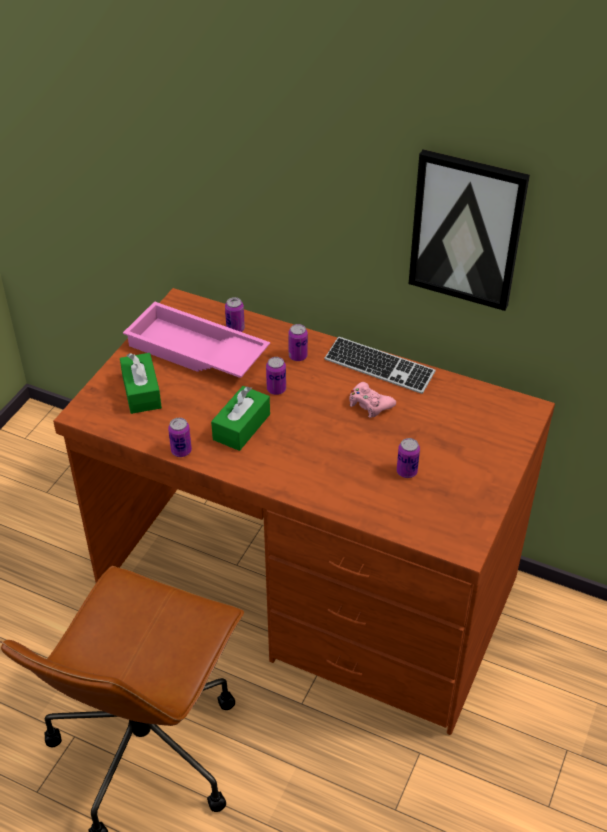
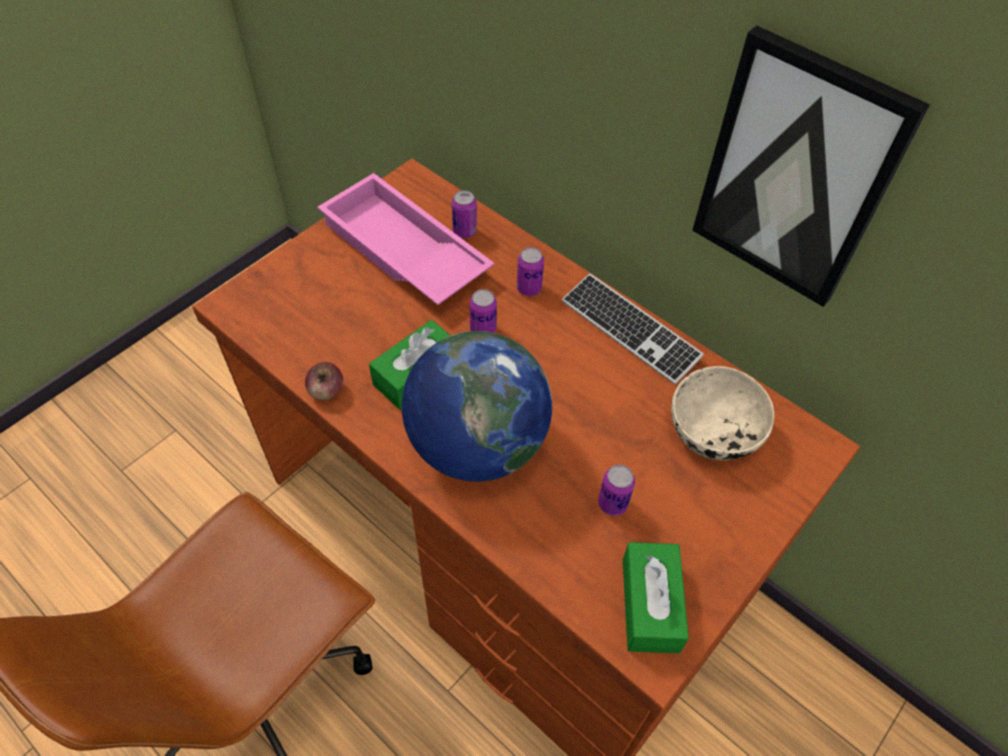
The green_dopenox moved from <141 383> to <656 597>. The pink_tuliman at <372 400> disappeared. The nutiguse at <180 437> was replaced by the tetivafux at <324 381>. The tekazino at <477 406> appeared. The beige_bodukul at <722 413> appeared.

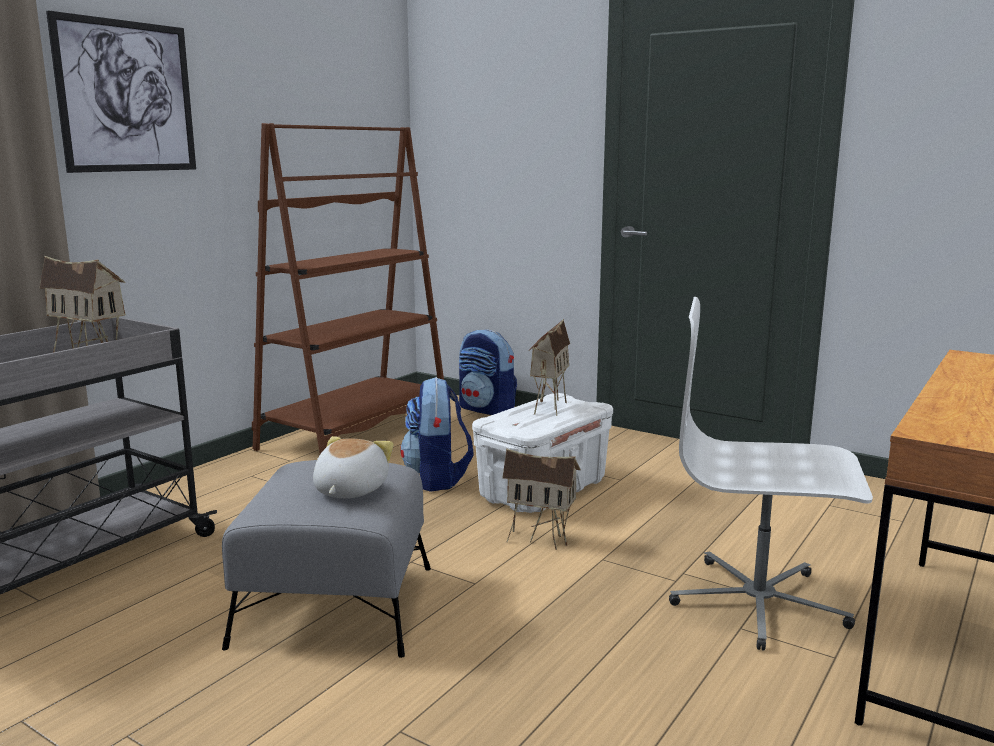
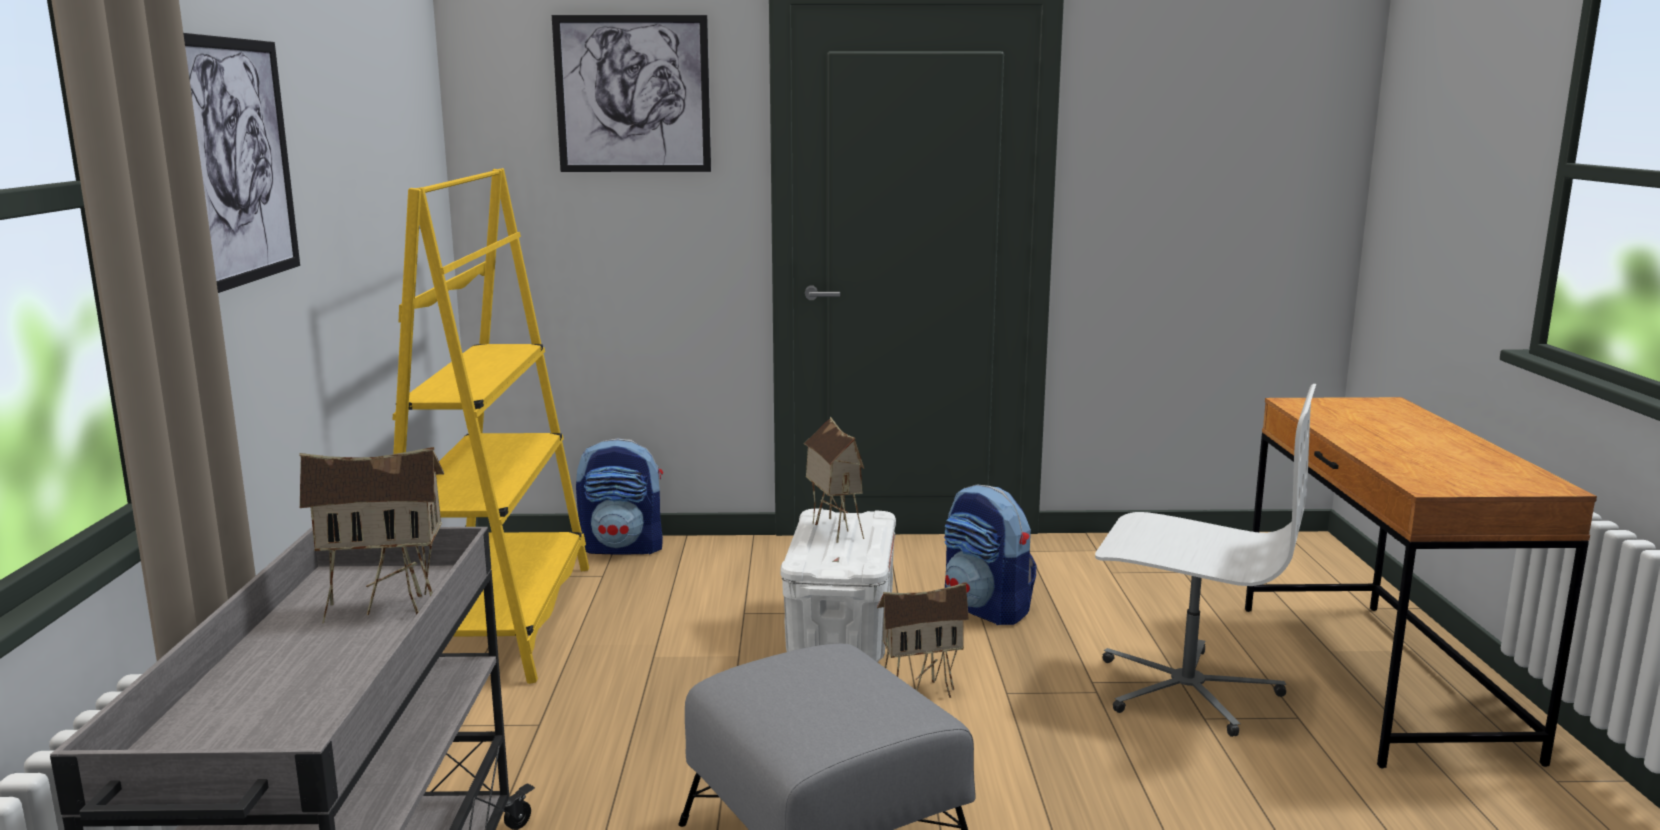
The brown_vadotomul at <348 288> became the yellow_vadotomul at <491 426>. The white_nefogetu at <771 473> turned 135 degrees counterclockwise. The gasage moved from <437 434> to <990 555>. The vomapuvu at <353 467> disappeared. The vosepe at <631 93> appeared.

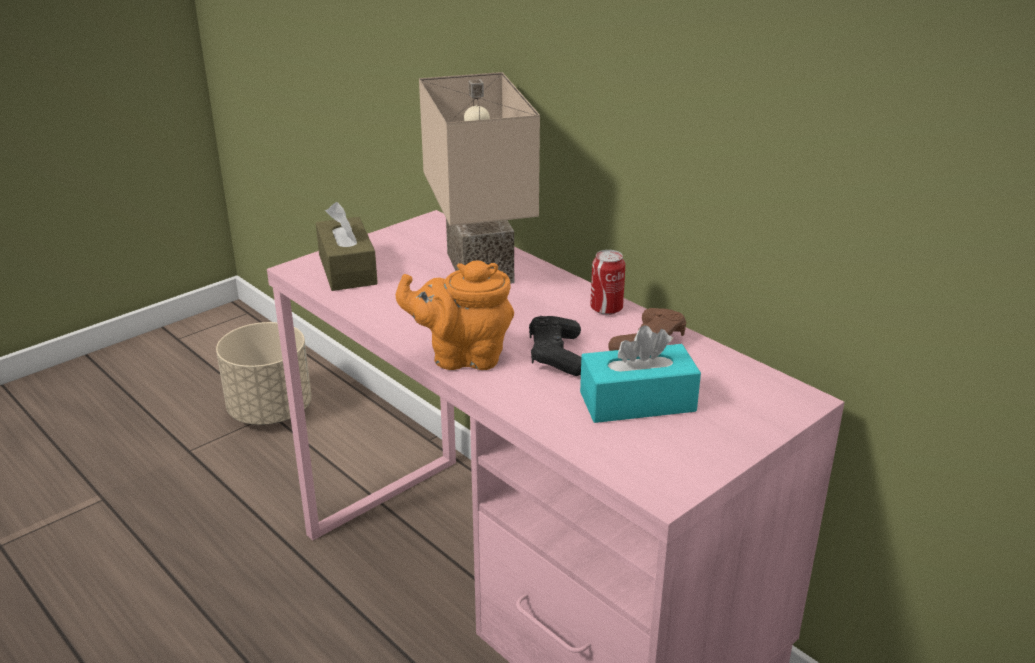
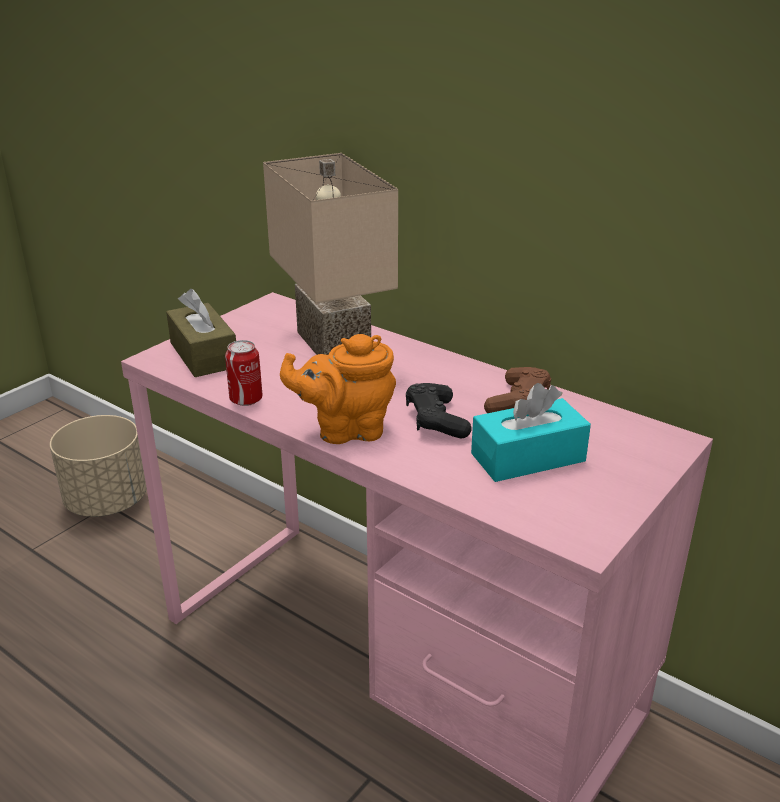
The nutiguse moved from <607 282> to <244 373>.

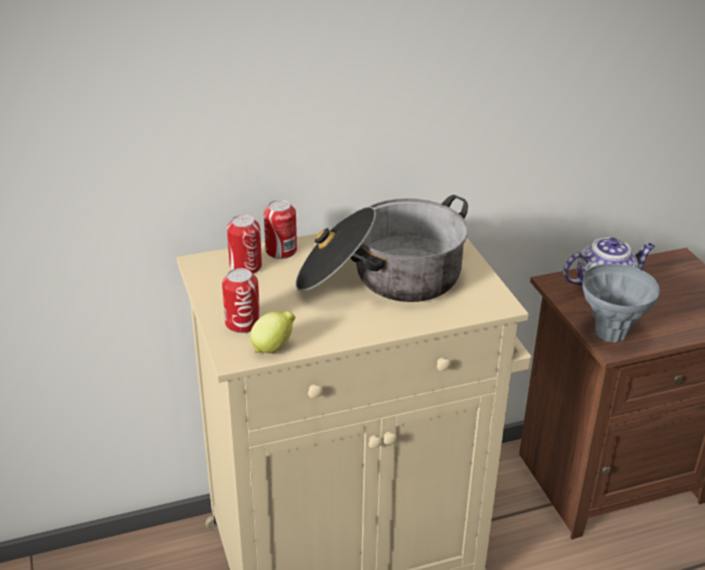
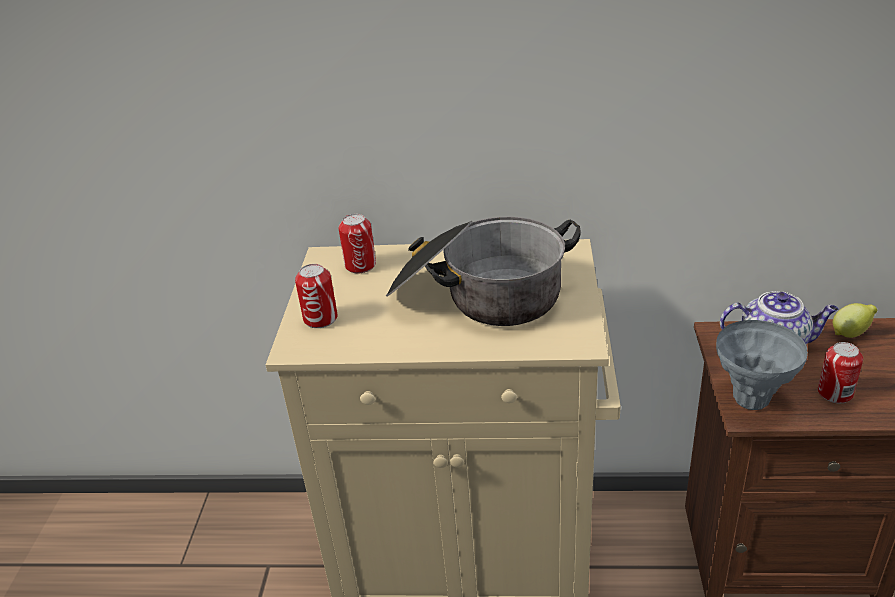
The nutiguse moved from <280 229> to <840 372>. The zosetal moved from <272 332> to <855 320>.

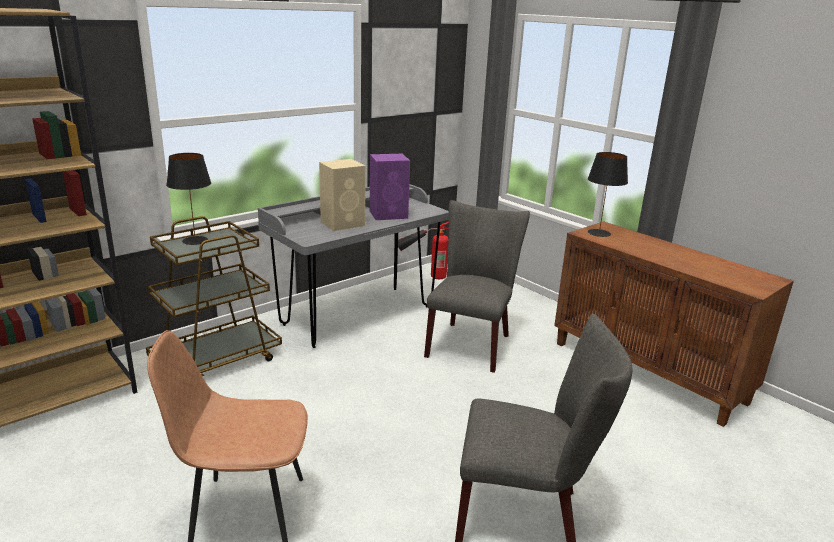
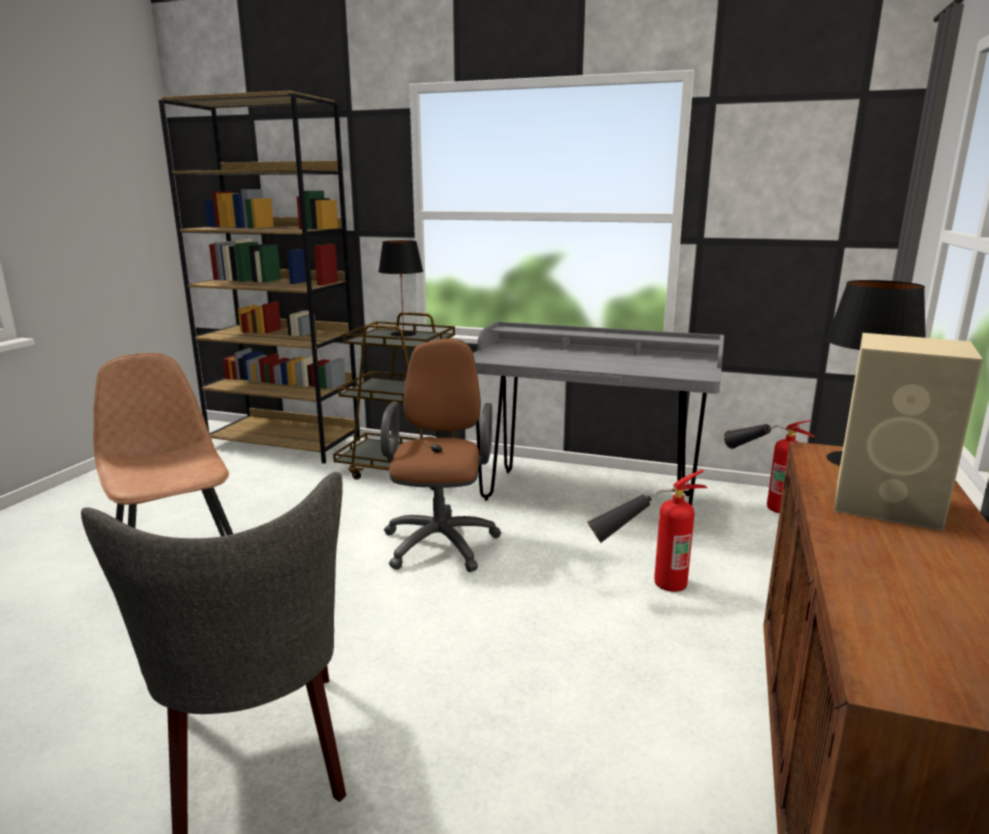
The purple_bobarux at <390 187> disappeared. The beige_bobarux moved from <342 195> to <908 432>. The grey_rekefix at <477 286> was replaced by the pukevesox at <647 530>. The brown_nefogetu at <440 455> appeared.

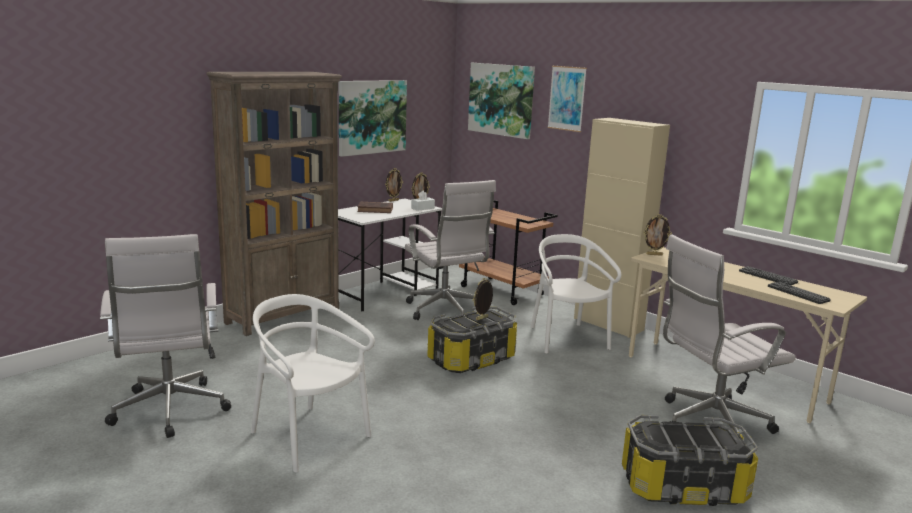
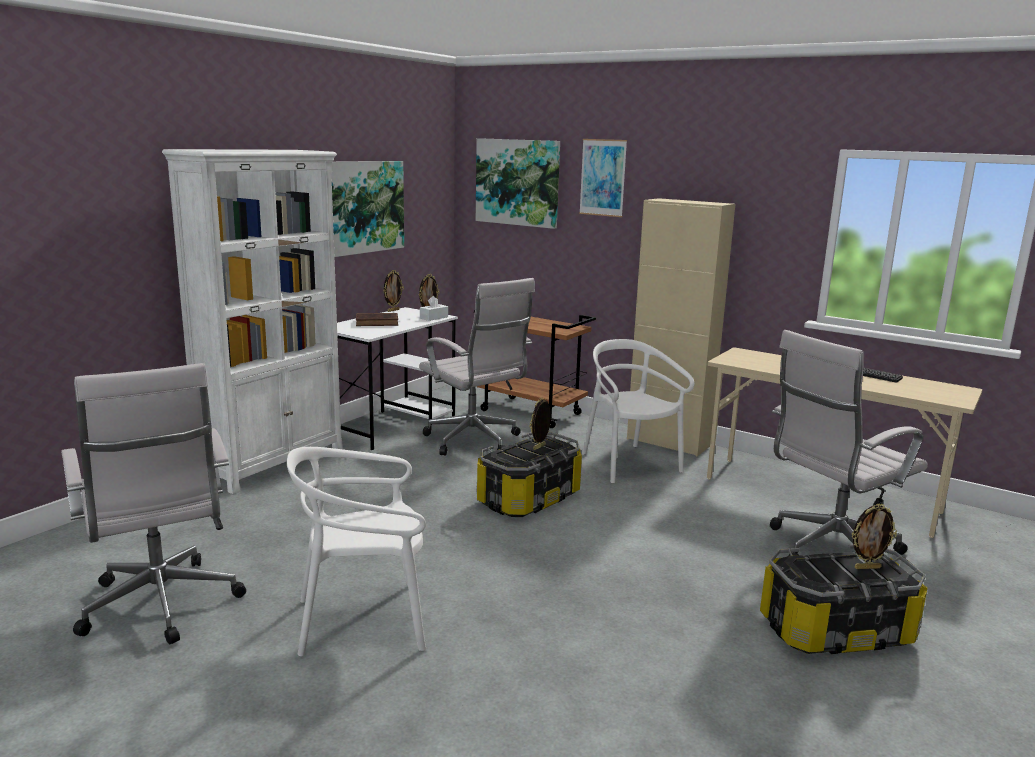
The brown_vadotomul at <274 204> became the white_vadotomul at <252 321>. The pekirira moved from <657 235> to <874 536>. The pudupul at <799 292> disappeared. The white_rekefix at <313 383> turned 45 degrees counterclockwise.

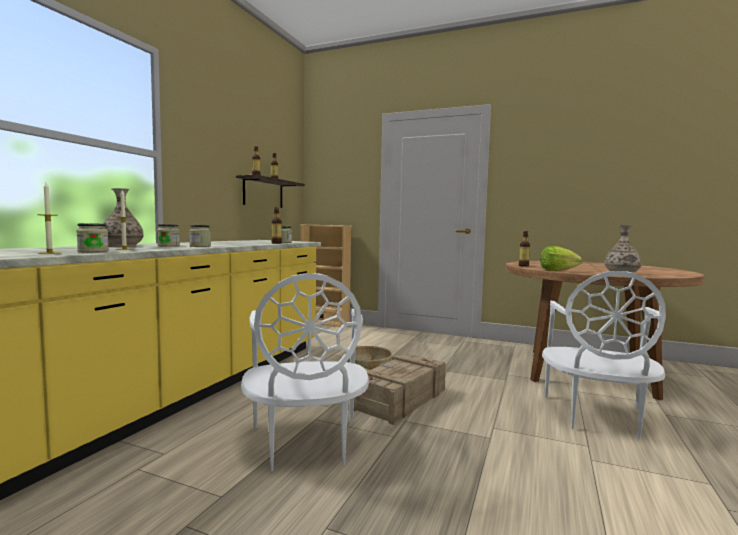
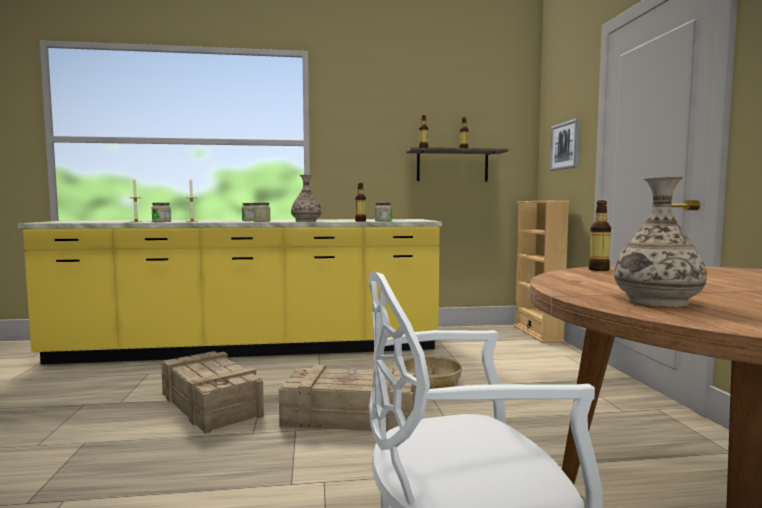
The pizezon moved from <123 217> to <306 198>. The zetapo at <561 258> disappeared. The white_rekefix at <305 372> was replaced by the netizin at <212 392>. The vosepe at <565 144> appeared.

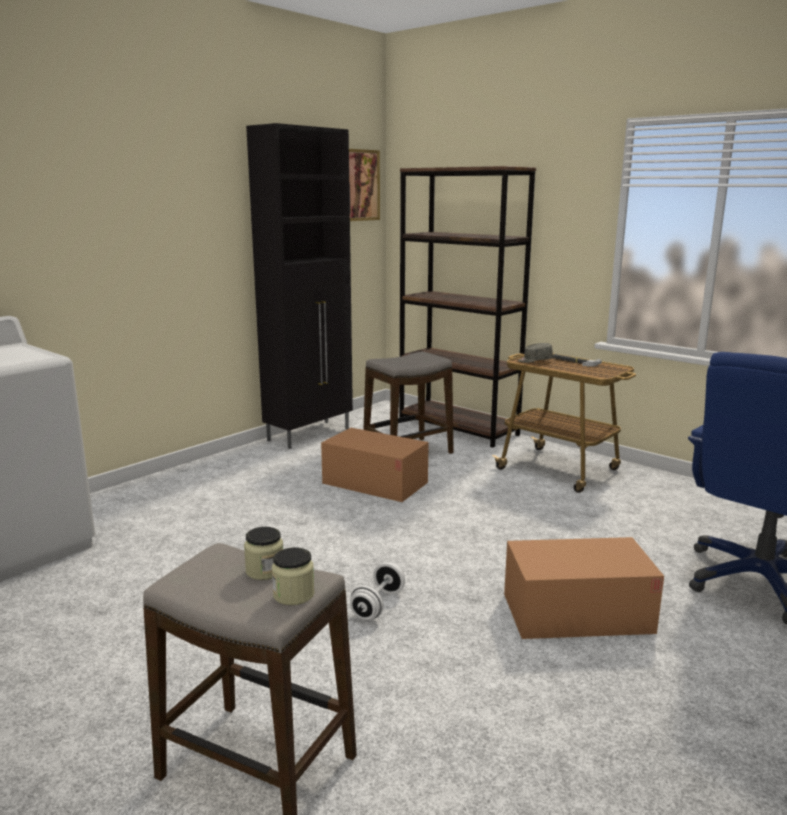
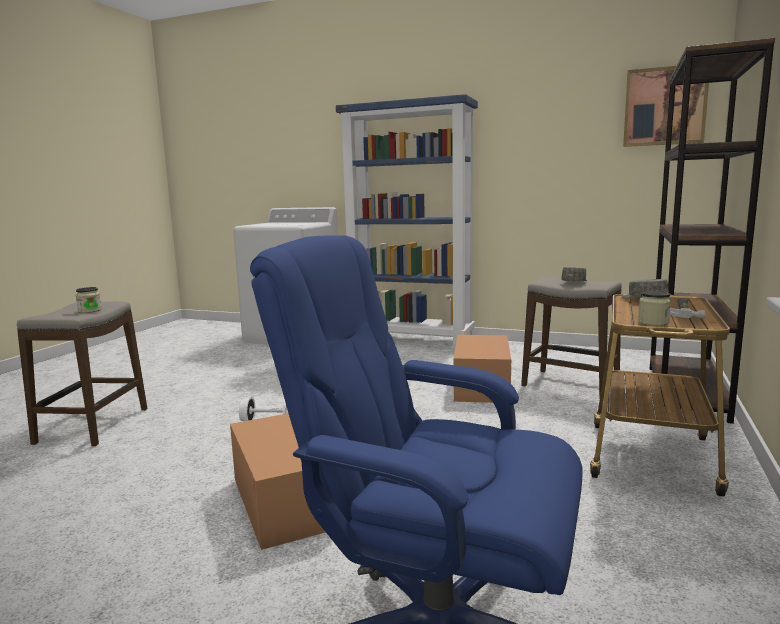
The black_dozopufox at <299 286> disappeared. The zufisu moved from <293 576> to <654 308>. The blue_vadotomul at <407 221> appeared. The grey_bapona at <574 274> appeared.

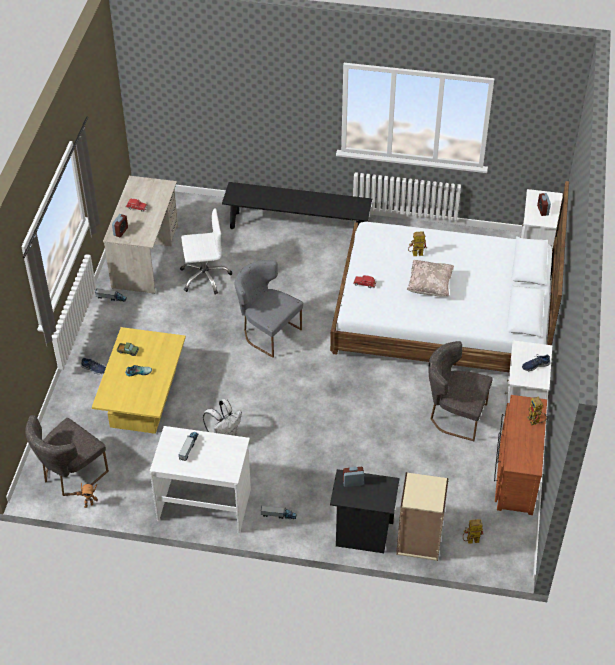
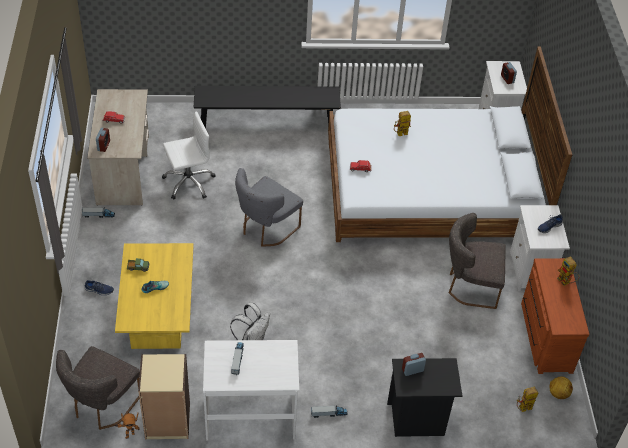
The grey_rekefix at <269 309> turned 75 degrees counterclockwise. The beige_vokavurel at <430 278> disappeared. The beige_vadotomul moved from <422 516> to <164 396>. The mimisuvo at <561 387> appeared.

